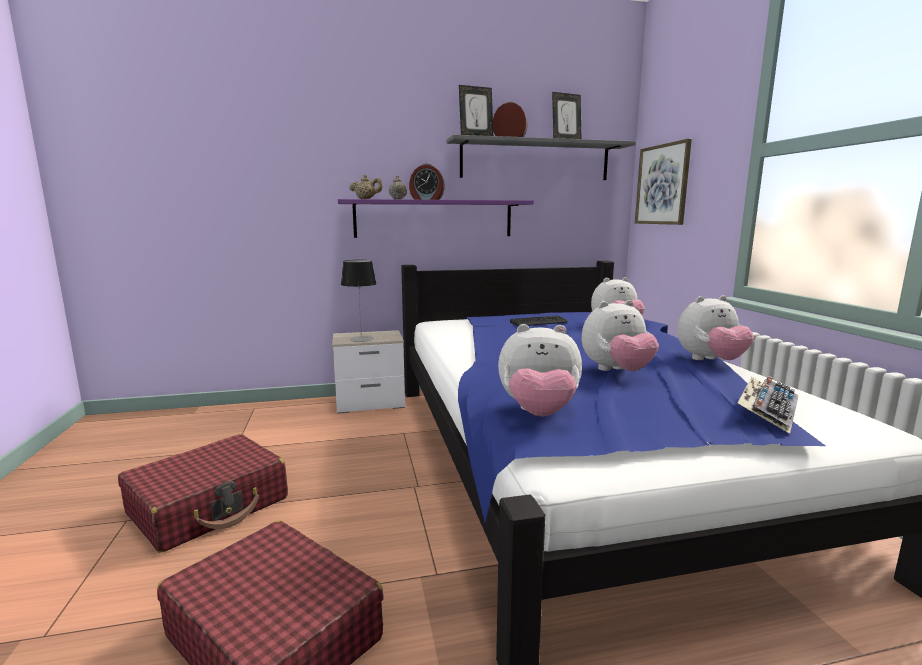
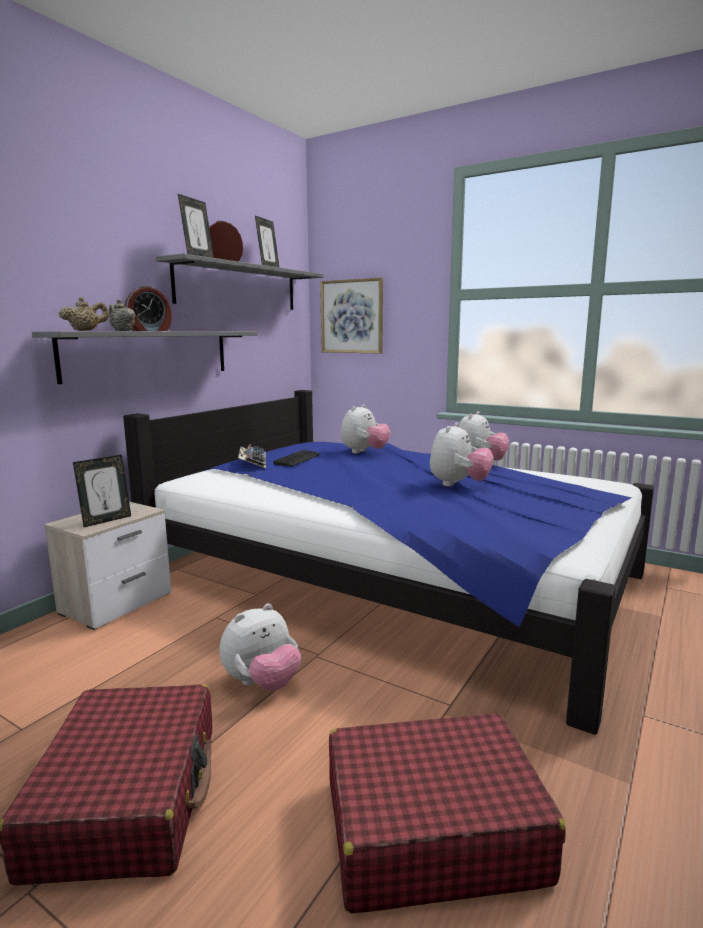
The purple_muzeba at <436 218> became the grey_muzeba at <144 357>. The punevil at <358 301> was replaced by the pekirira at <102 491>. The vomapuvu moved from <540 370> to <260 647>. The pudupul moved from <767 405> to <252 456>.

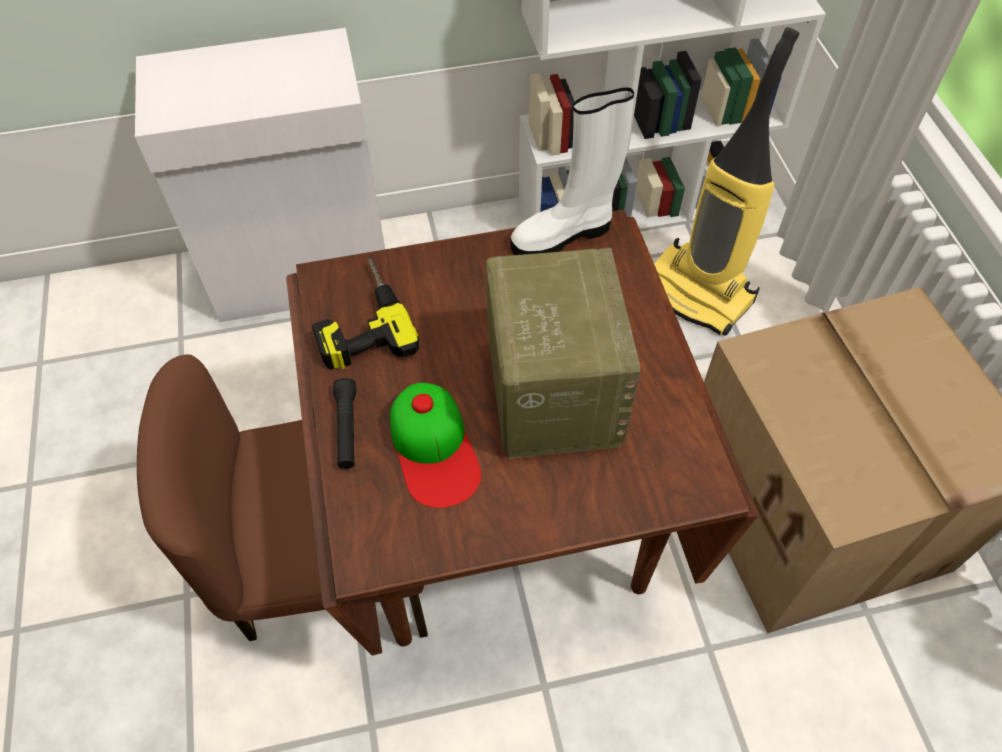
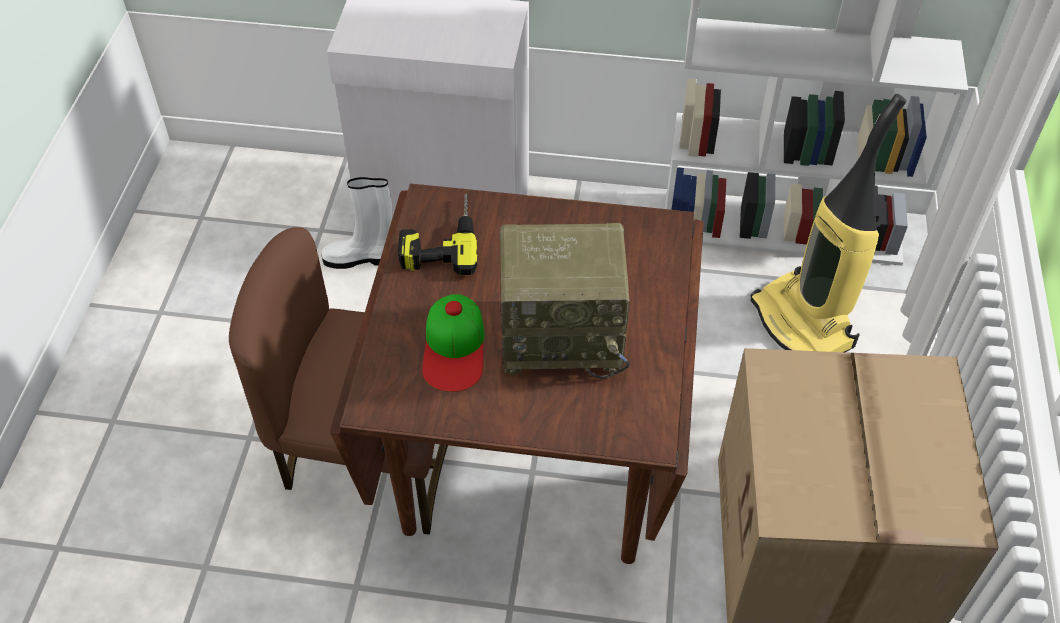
The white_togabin moved from <572 171> to <357 223>. The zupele at <563 353> turned 75 degrees clockwise. The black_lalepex at <344 423> disappeared.

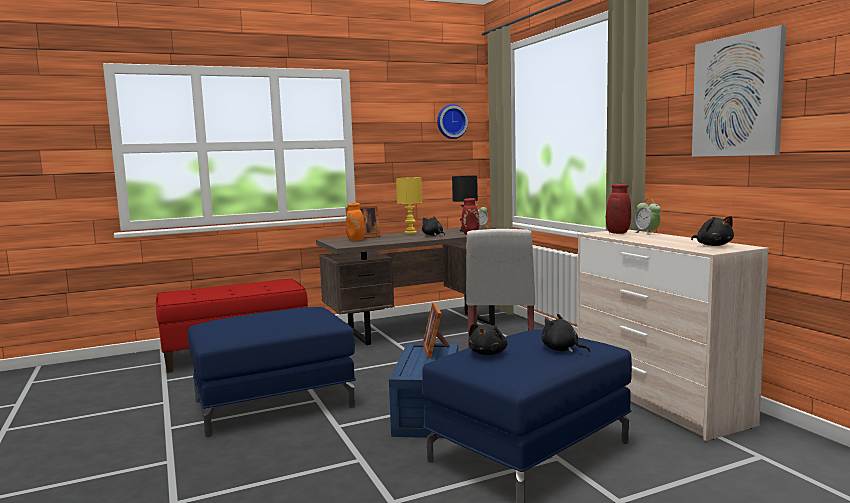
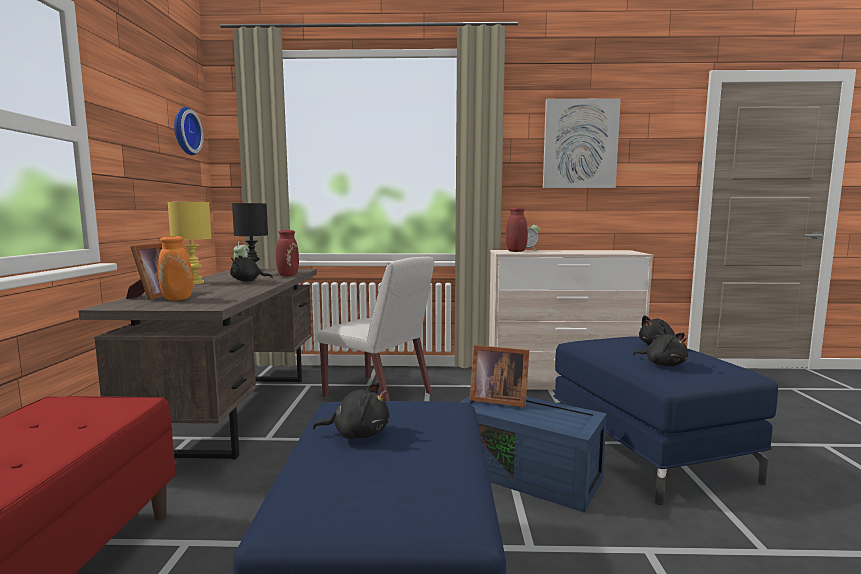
The black_vomapuvu moved from <712 231> to <351 410>.

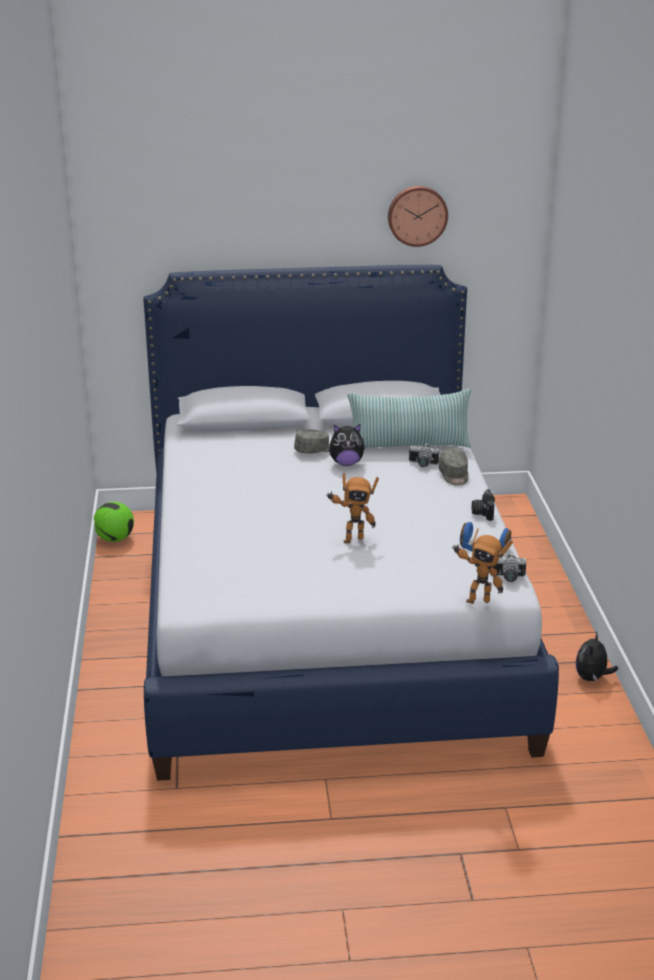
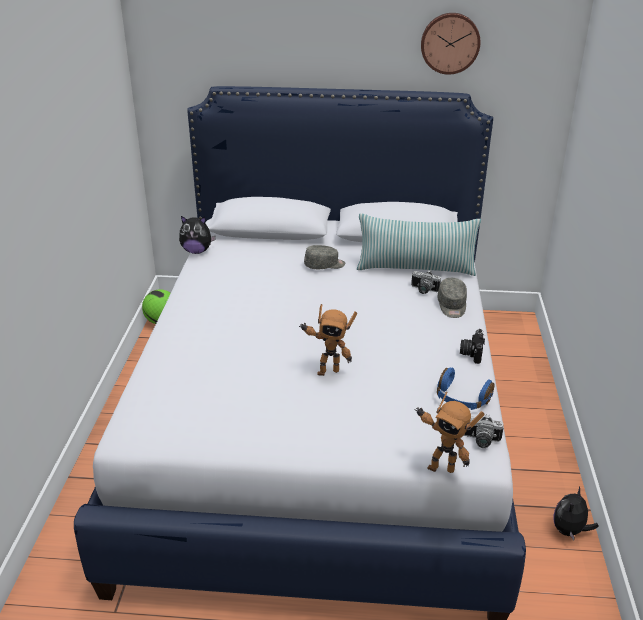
The vomapuvu moved from <347 445> to <197 235>.

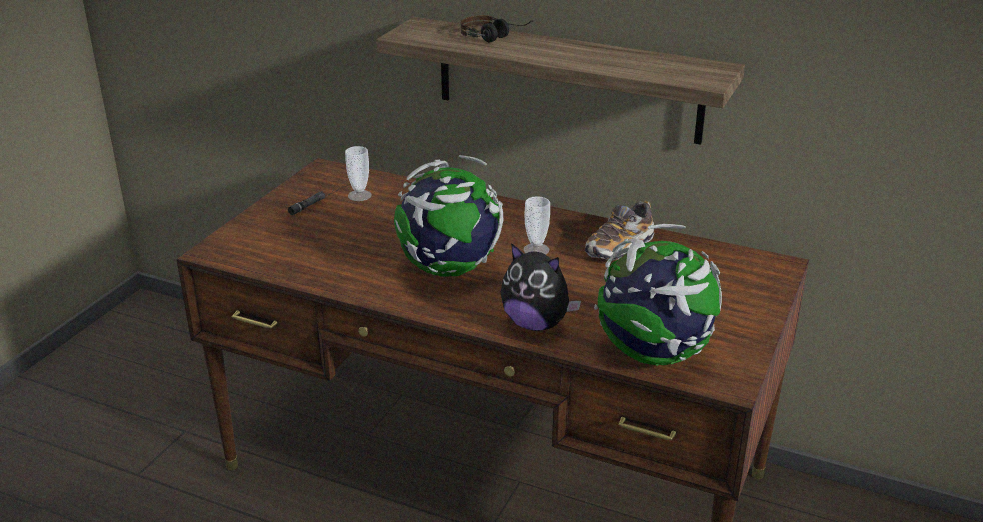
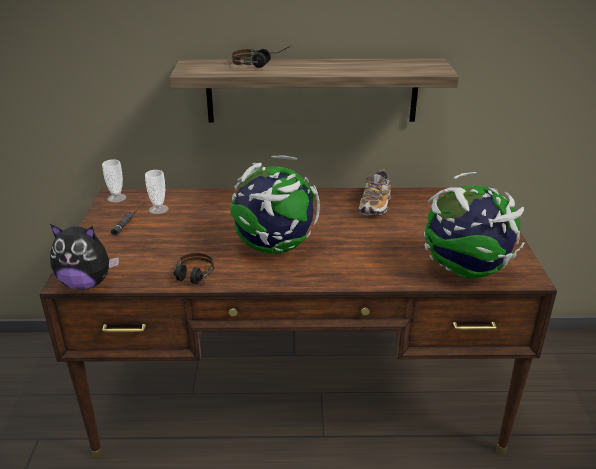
The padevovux moved from <537 225> to <114 181>. The vomapuvu moved from <541 287> to <84 256>. The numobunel at <193 269> appeared.

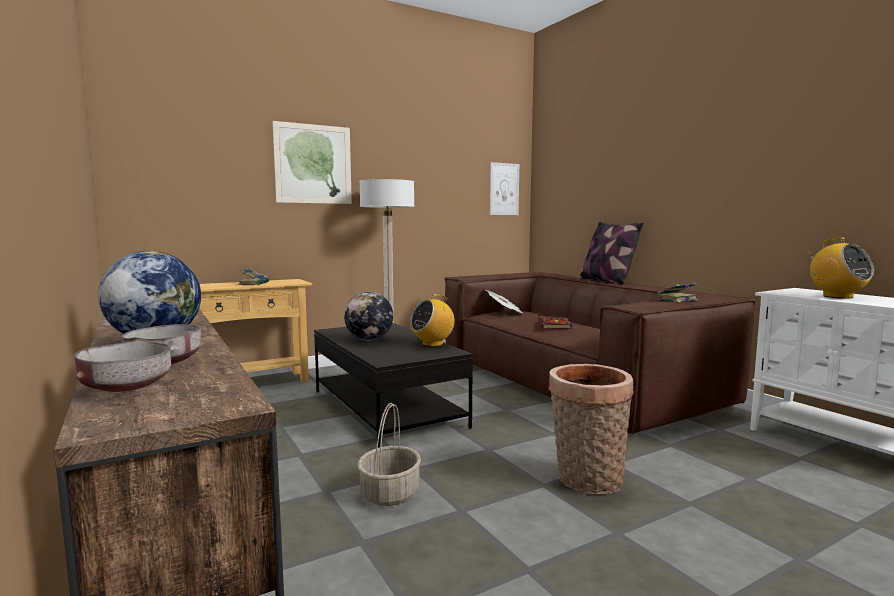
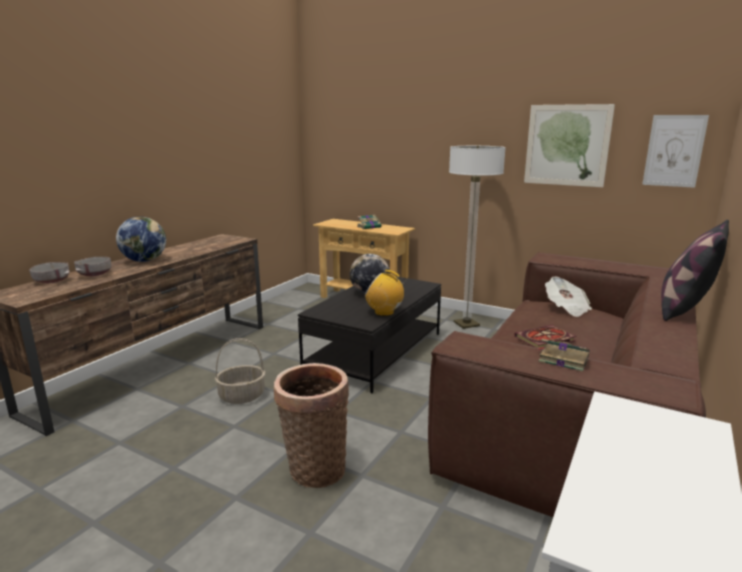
The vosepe moved from <312 162> to <569 145>. The zupele at <840 268> disappeared.

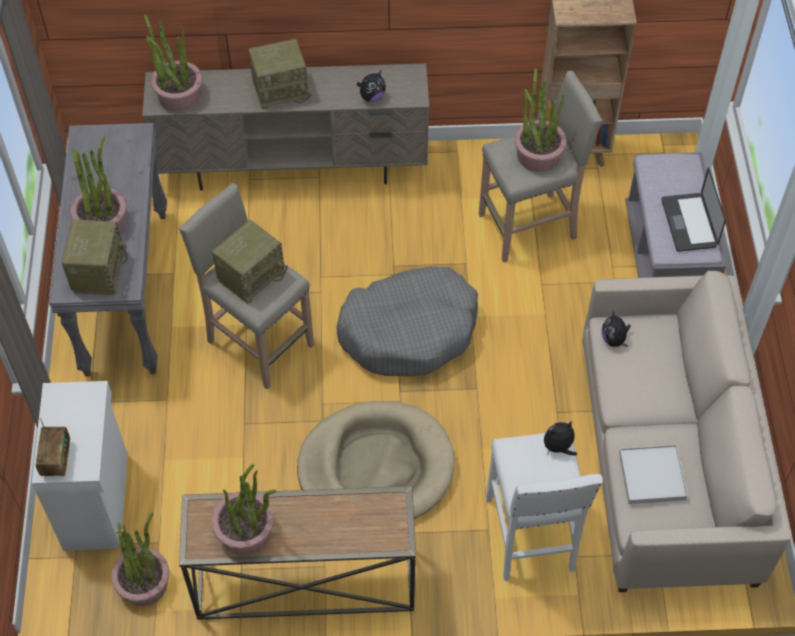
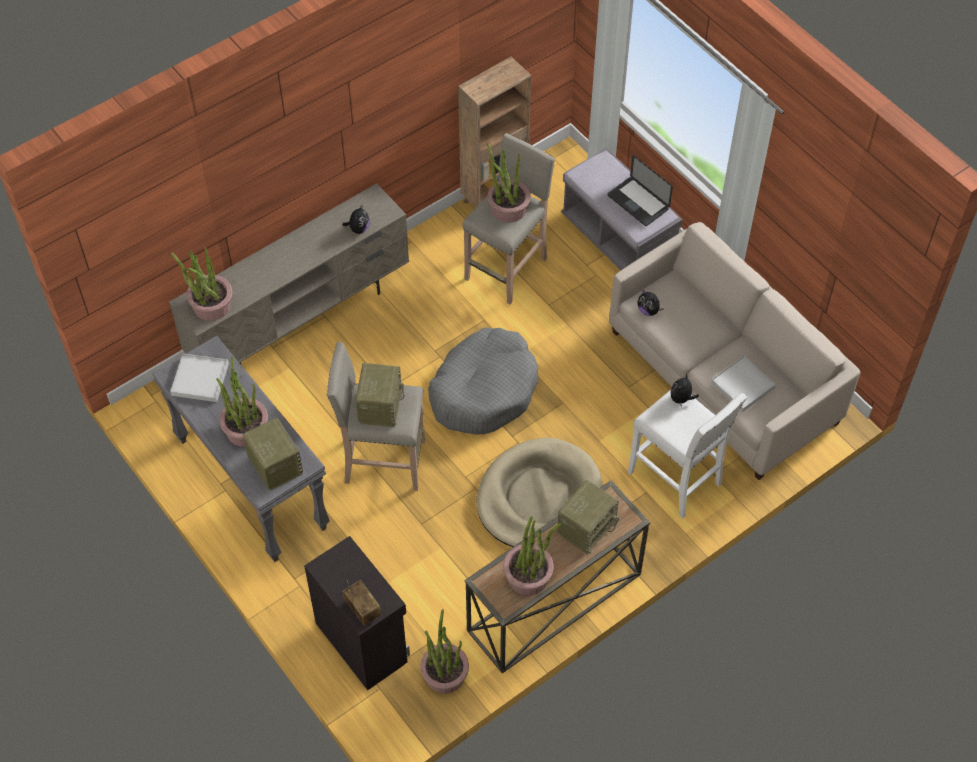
The zupele moved from <280 74> to <588 517>. The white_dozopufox at <80 466> became the black_dozopufox at <357 613>. The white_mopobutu at <199 377> appeared.

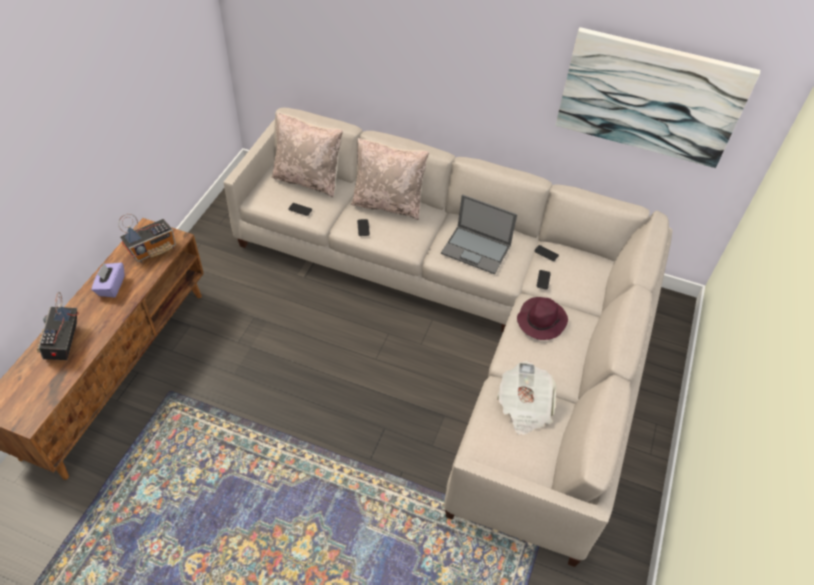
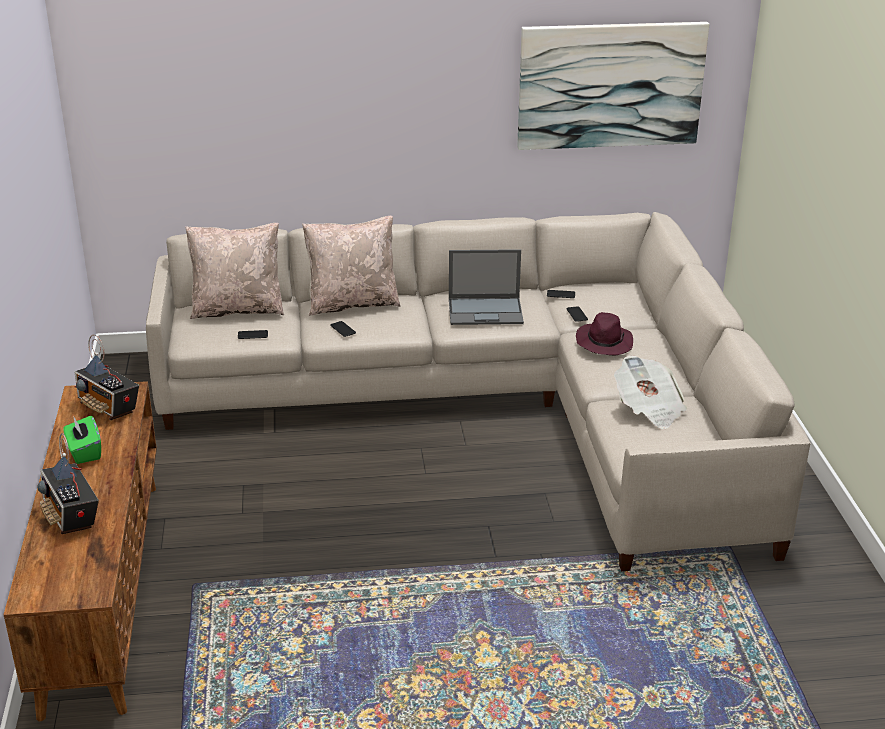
The zupele at <147 238> turned 105 degrees clockwise. The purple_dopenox at <107 280> became the green_dopenox at <82 440>.

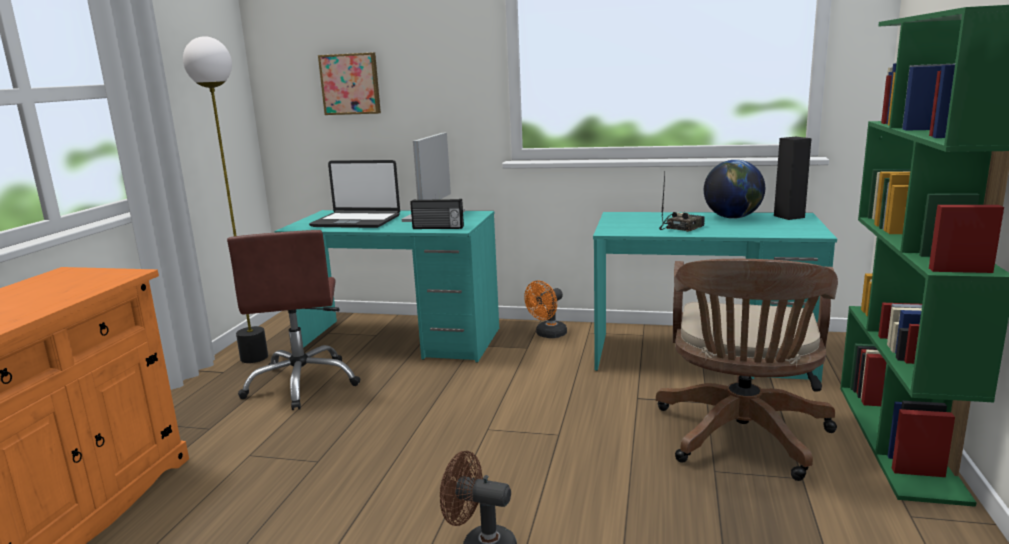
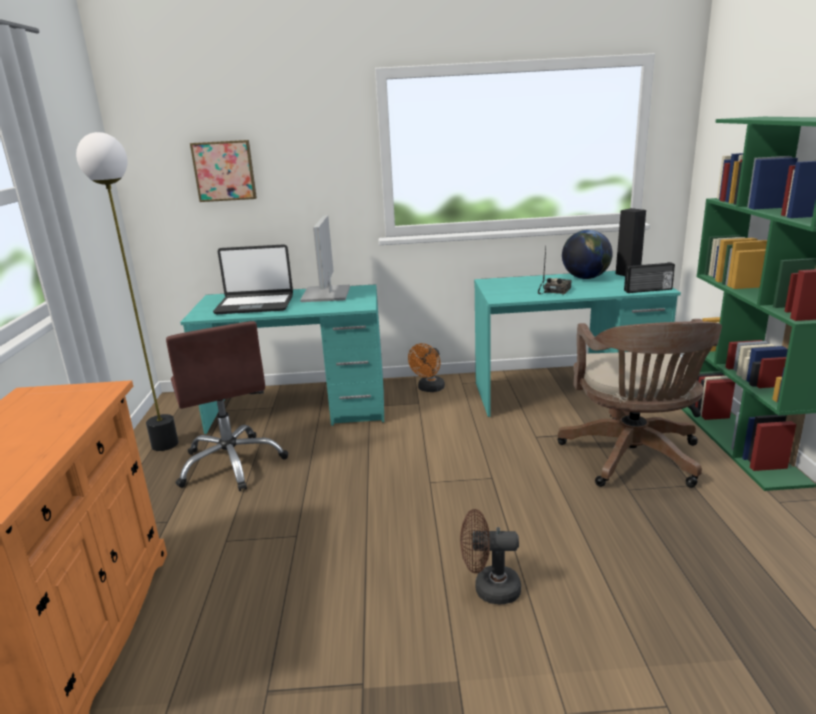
The zupele moved from <437 214> to <649 277>.

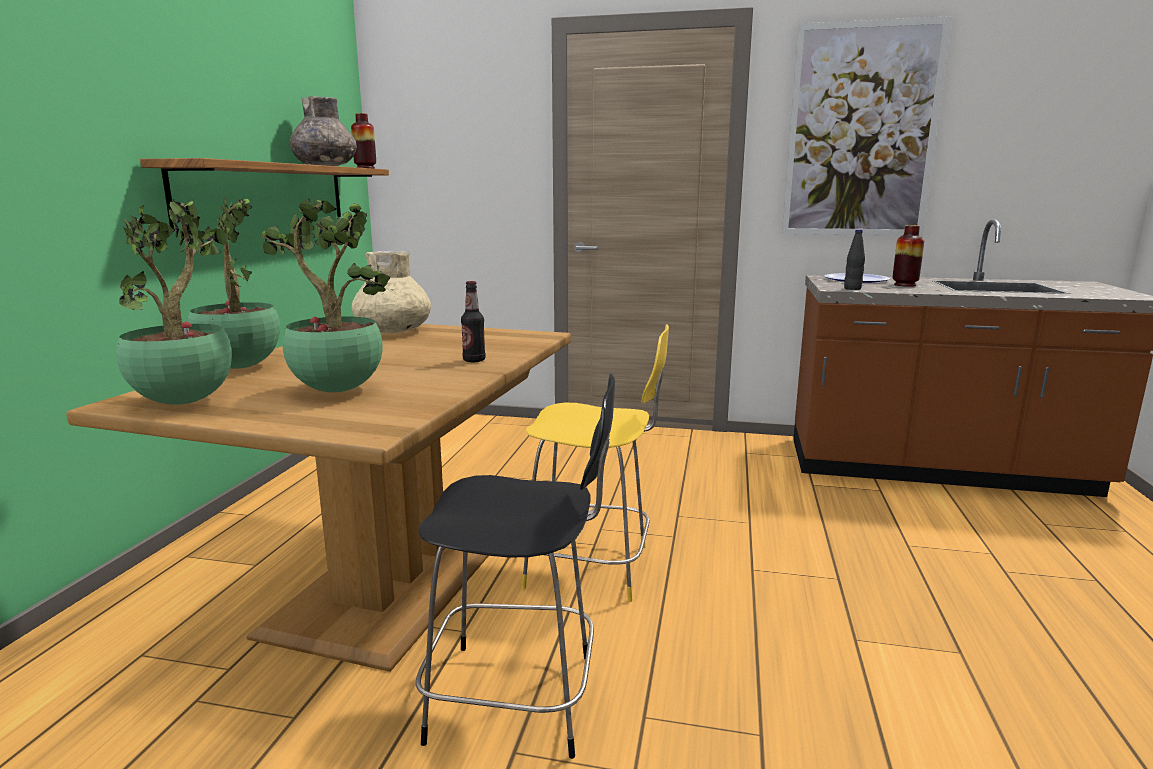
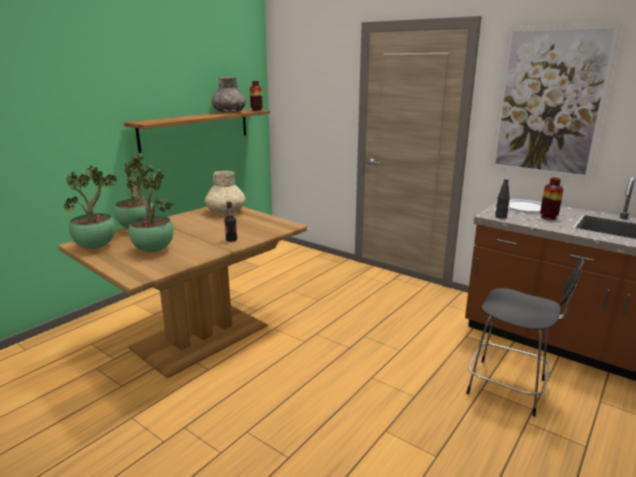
The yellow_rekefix at <595 463> disappeared. The black_rekefix moved from <515 566> to <525 336>.

